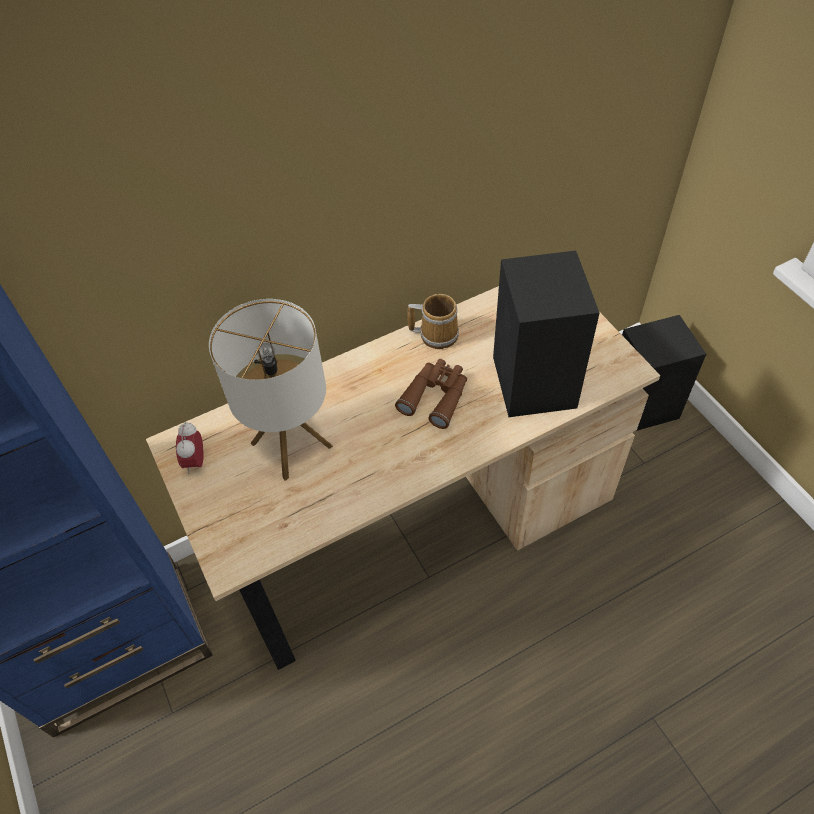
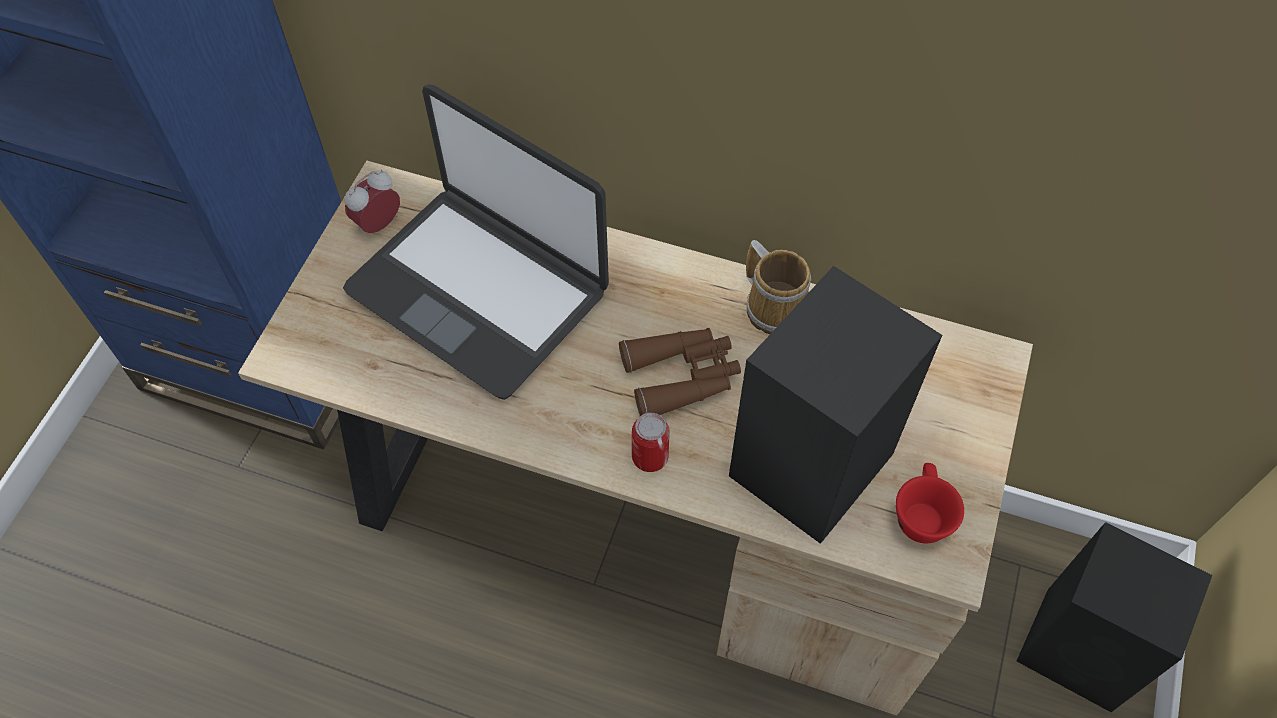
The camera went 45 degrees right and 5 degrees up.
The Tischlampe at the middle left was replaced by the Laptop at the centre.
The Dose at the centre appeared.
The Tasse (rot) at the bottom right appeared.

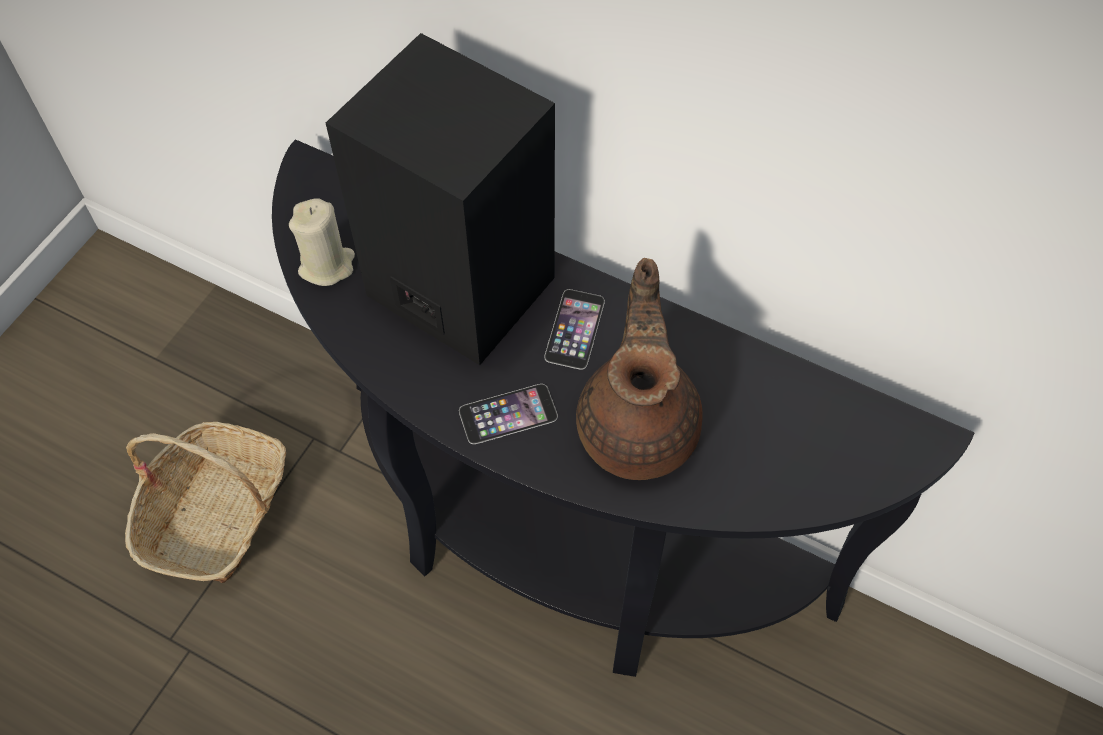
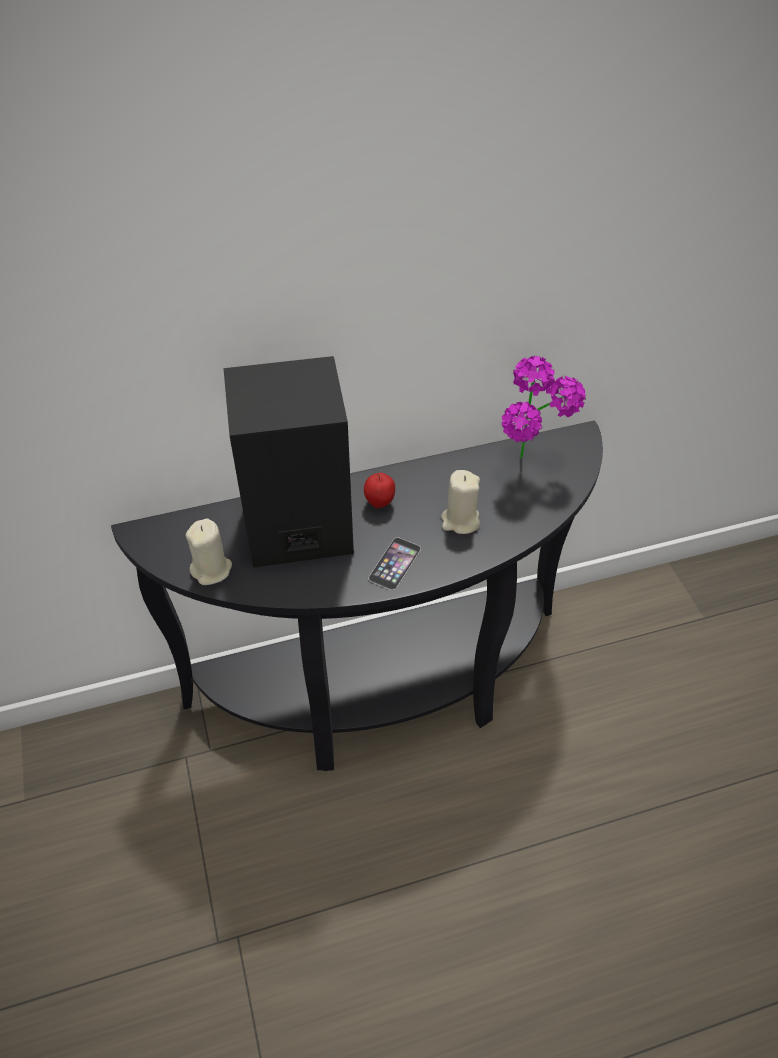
The camera went 45 degrees left and 10 degrees down.
The Teekanne (braun) at the centre was replaced by the Kerze (beige) (2nd from left) at the centre.
The Handy (2nd from left) at the centre was replaced by the Apfel at the centre.
The Korb at the bottom left disappeared.
The Topfpflanze at the middle right appeared.

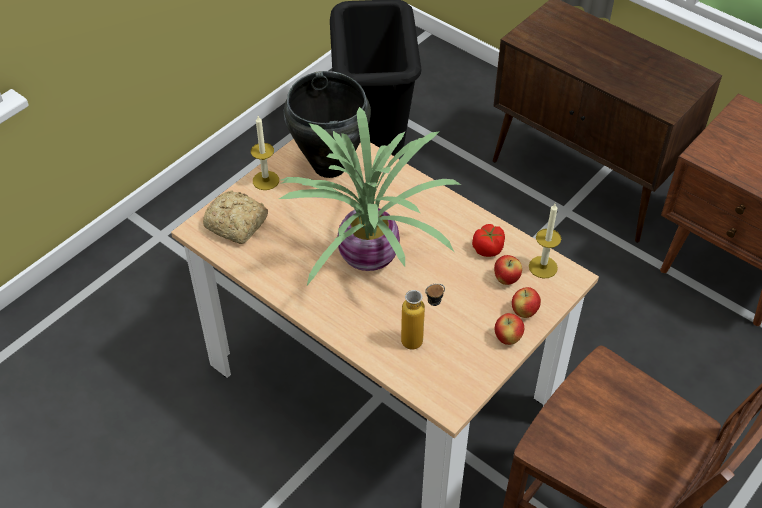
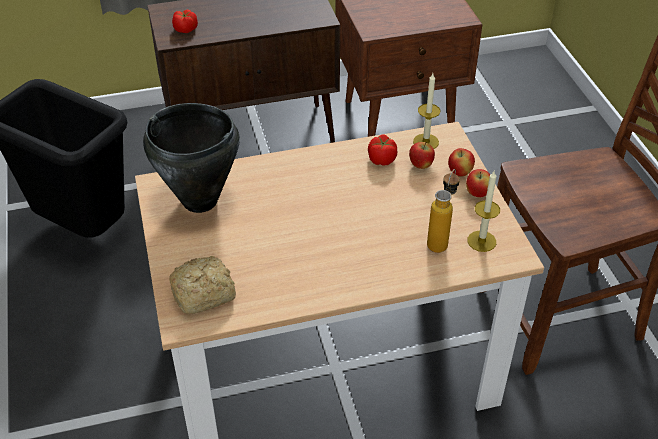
The camera went 55 degrees left and 5 degrees down.
The Topfpflanze at the centre disappeared.
The Kerze (1st from left in the first image) moved from the top centre to the middle right.
The Tomate (1st from left) at the top left appeared.

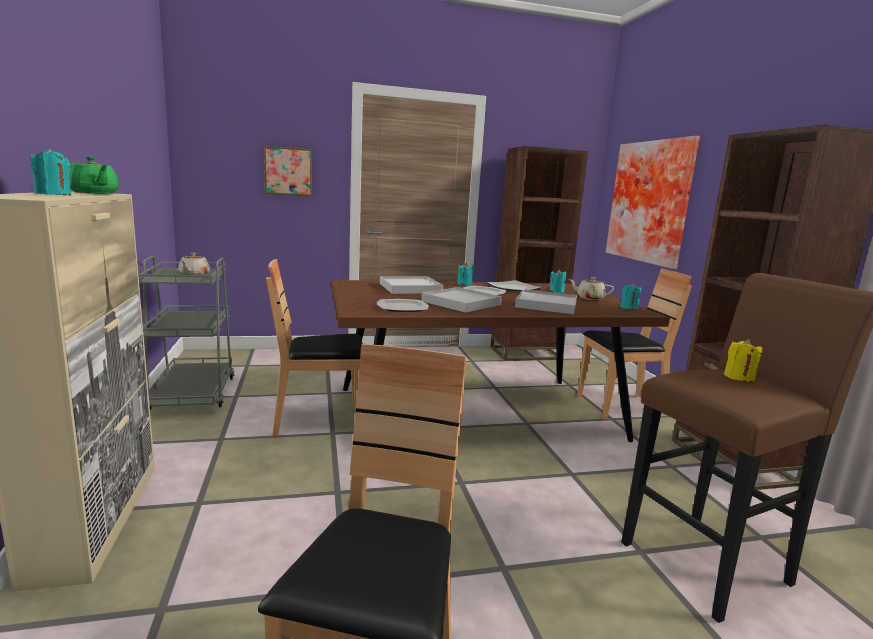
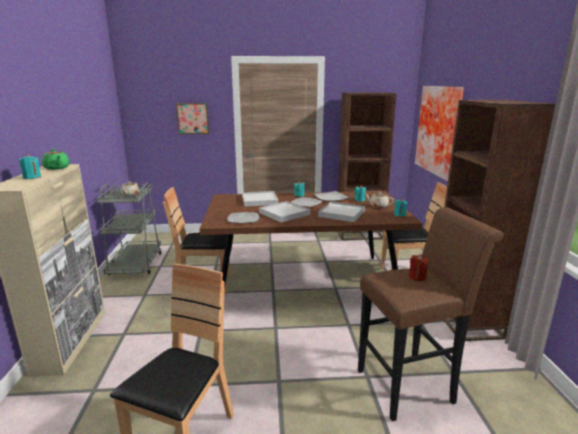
The camera went 10 degrees right and 5 degrees up.
The Kerze (gelb) at the middle right became the Kerze (rot) at the middle right.

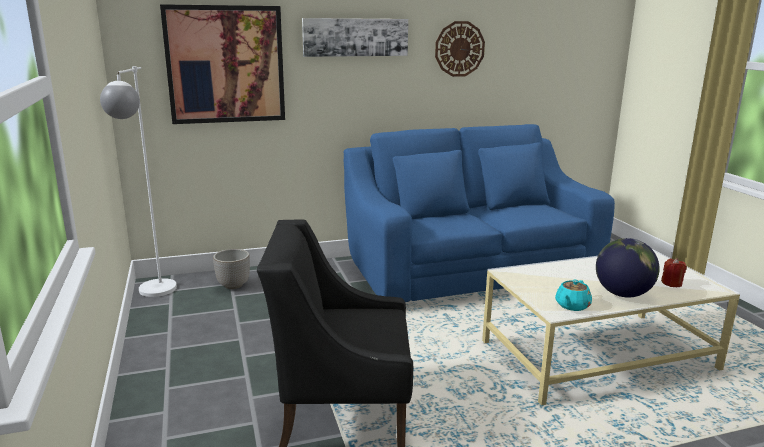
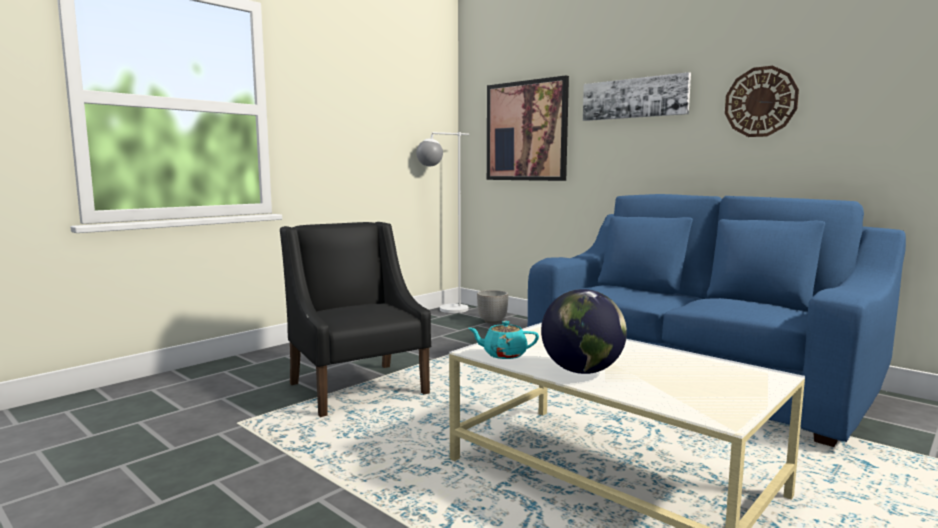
The camera went 60 degrees right and 10 degrees down.
The Kerze (rot) at the middle right disappeared.

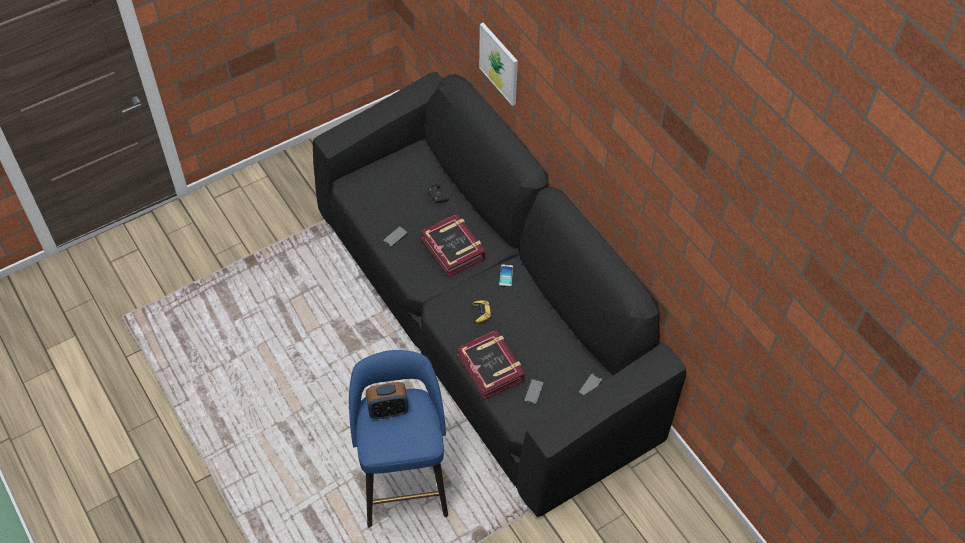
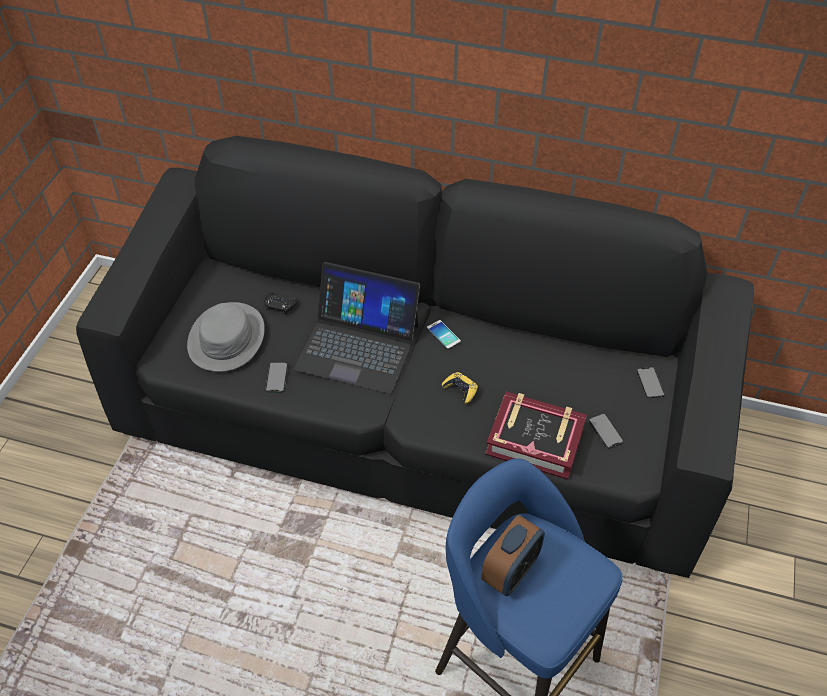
The camera went 40 degrees left and 5 degrees down.
The Bild at the top centre disappeared.
The Buch (1st from left) at the centre was replaced by the Laptop at the centre.
The Hut (grau) at the middle left appeared.

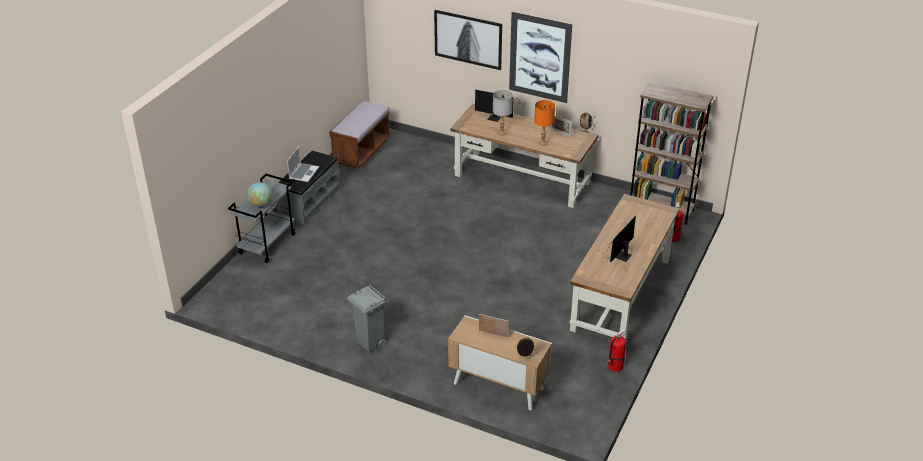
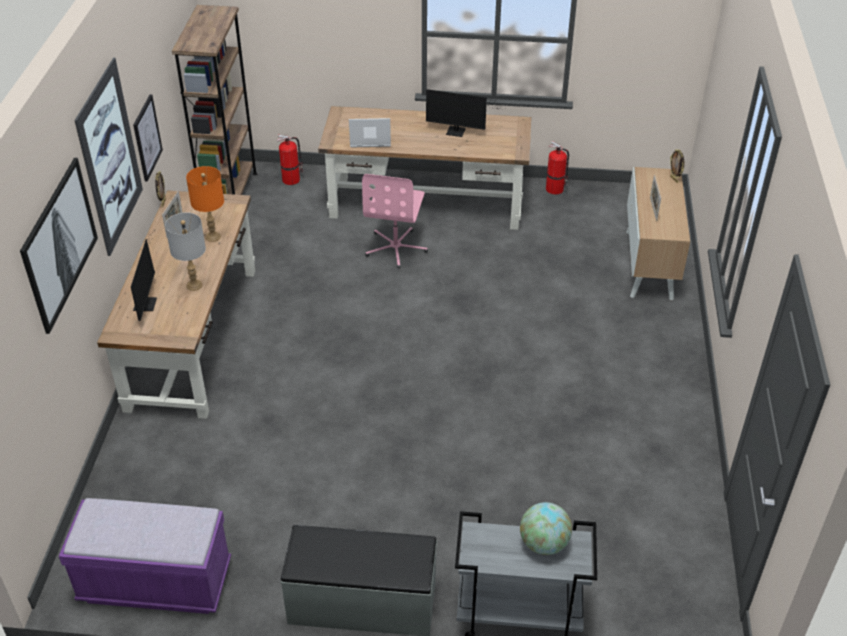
The camera went 110 degrees left and 5 degrees up.
The Bank (braun) at the top centre became the Bank (lila) at the bottom left.
The Laptop moved from the middle left to the top centre.
The Mülleimer (grau) at the bottom centre disappeared.
The Bild (3rd from left) at the top left appeared.
The Bürostuhl (rosa) at the centre appeared.

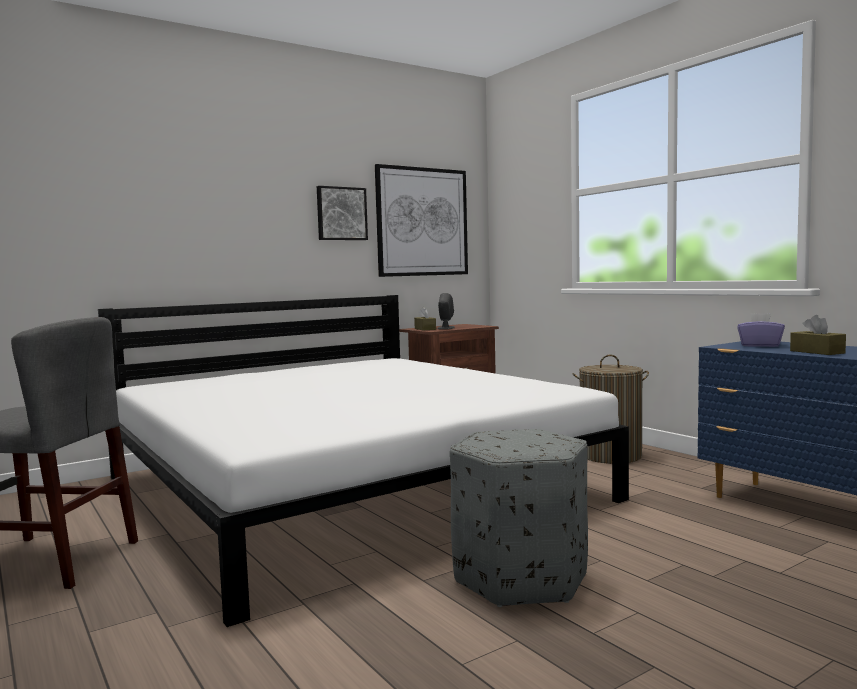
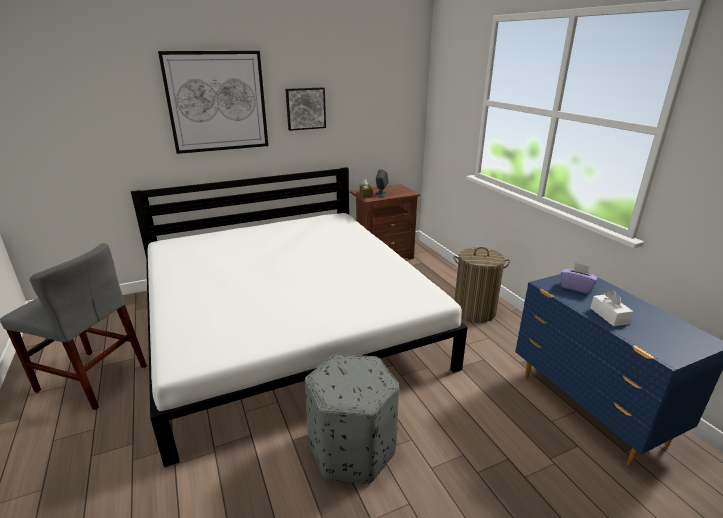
The camera went 10 degrees right and 20 degrees up.
The Bild (2nd from left in the first image) moved from the top centre to the top left.
The Taschentuchbox (braun) (2nd from left) at the middle right became the Taschentuchbox (weiß) at the middle right.

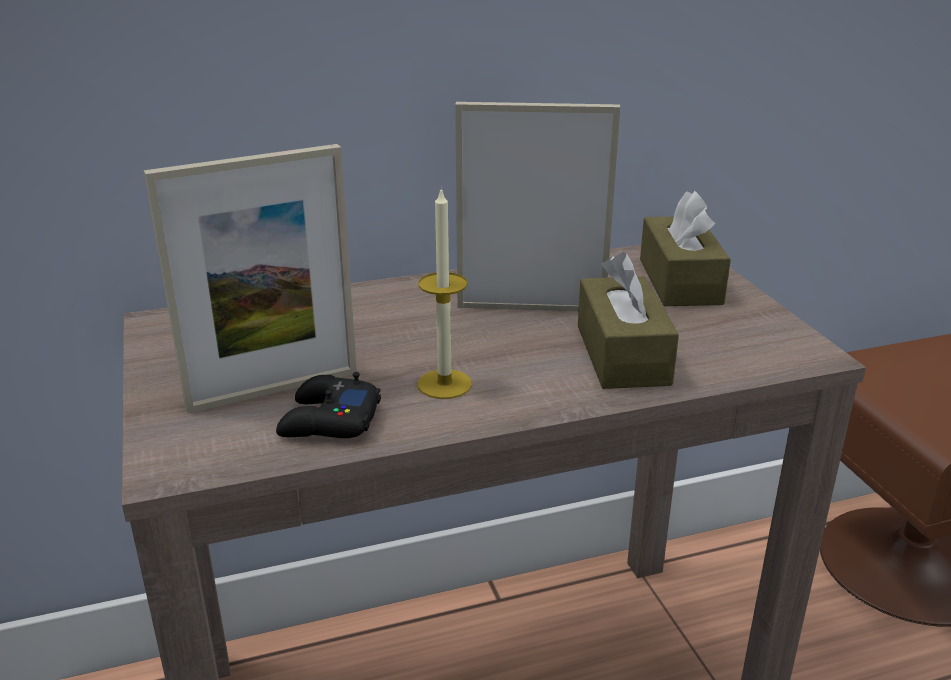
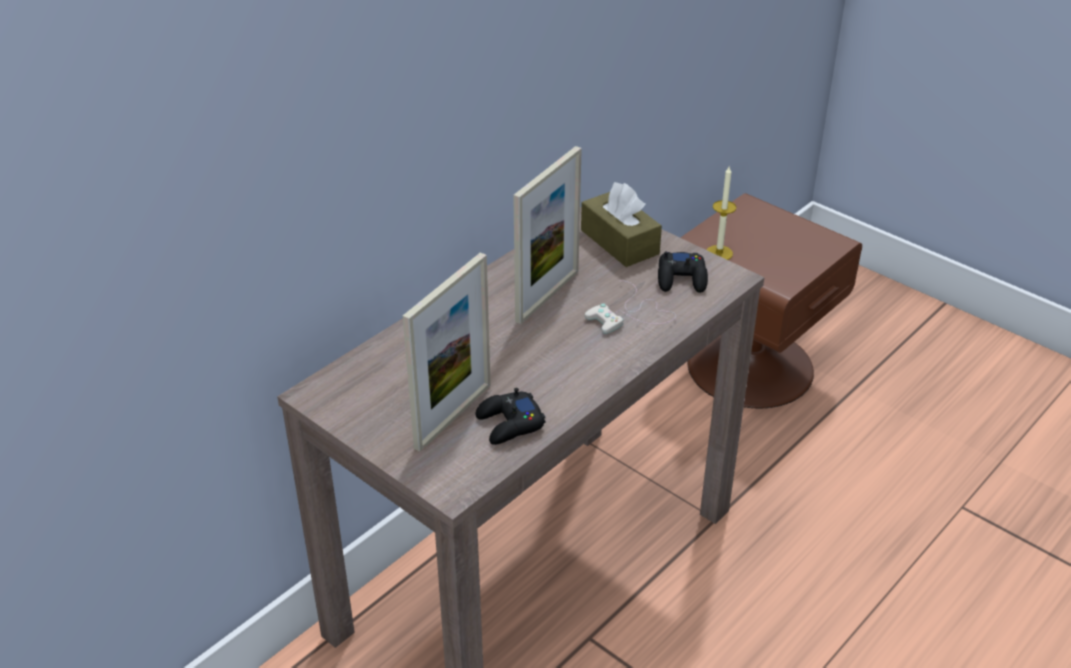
The camera went 30 degrees left and 10 degrees up.
The Bilderrahmen (2nd from left) at the top centre turned 150 degrees clockwise.
The Kerze moved from the centre to the top right.
The Taschentuchbox (braun) (1st from left) at the centre was replaced by the Gamepad (weiß) at the centre.
The Gamepad (schwarz) (2nd from left) at the centre appeared.

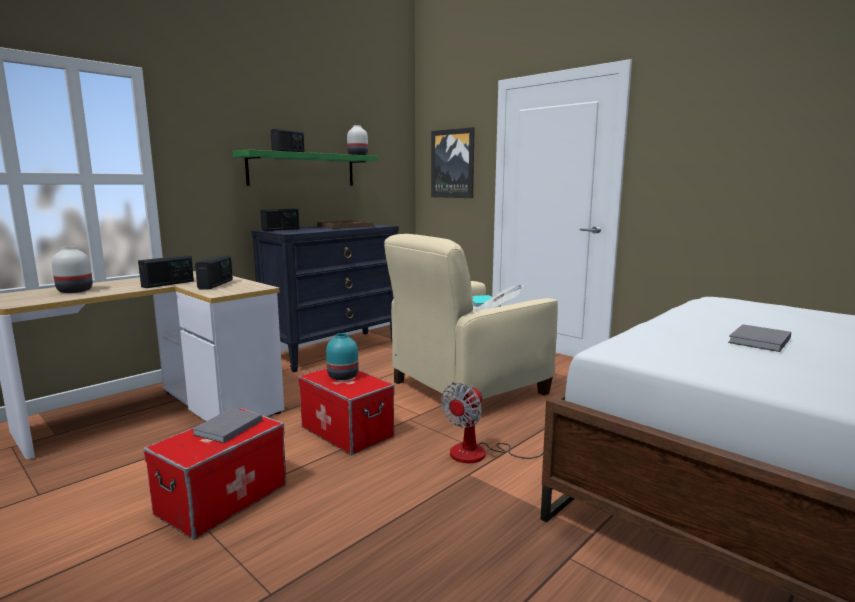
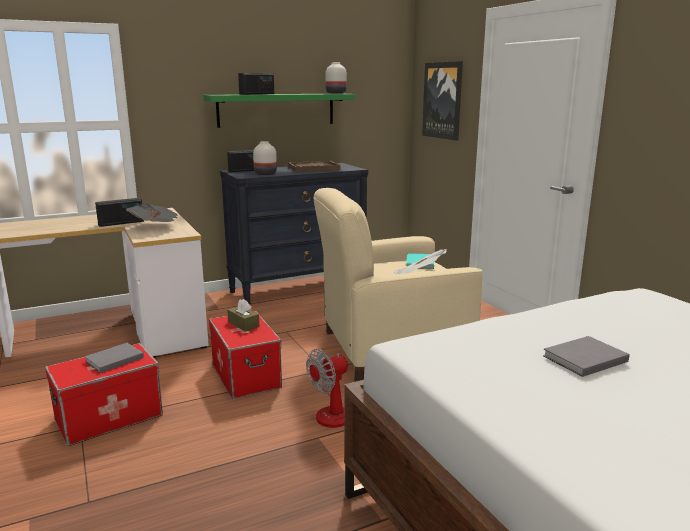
The camera went 20 degrees right and 5 degrees up.
The Vase (weiß) (1st from left) moved from the middle left to the top centre.
The Radio (2nd from left) at the middle left was replaced by the Zeitung (1st from left) at the middle left.
The Vase (türkis) at the centre was replaced by the Taschentuchbox (braun) at the centre.

